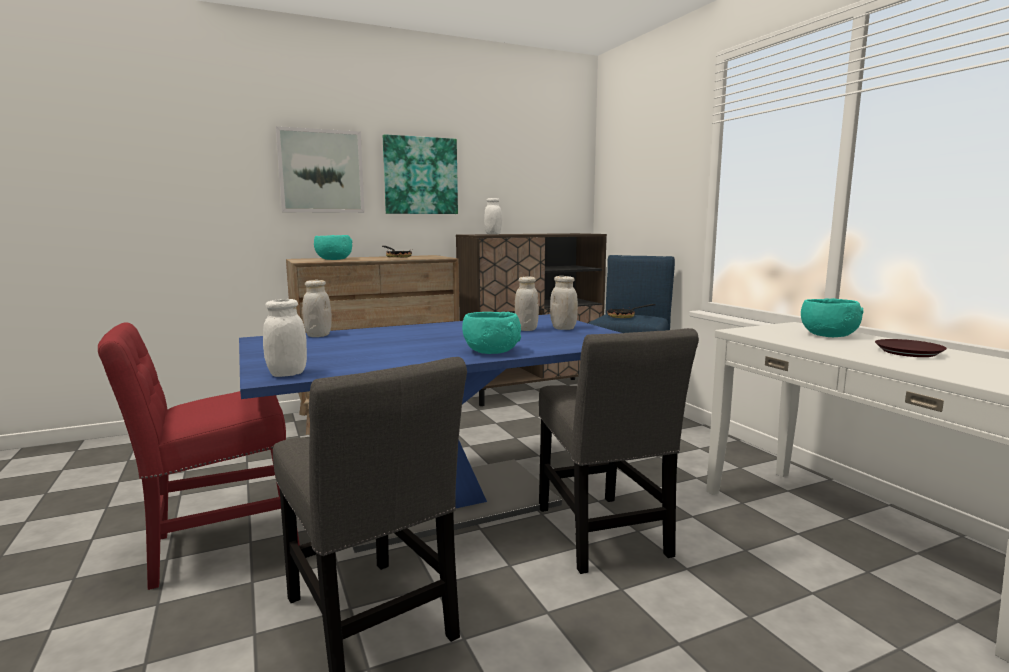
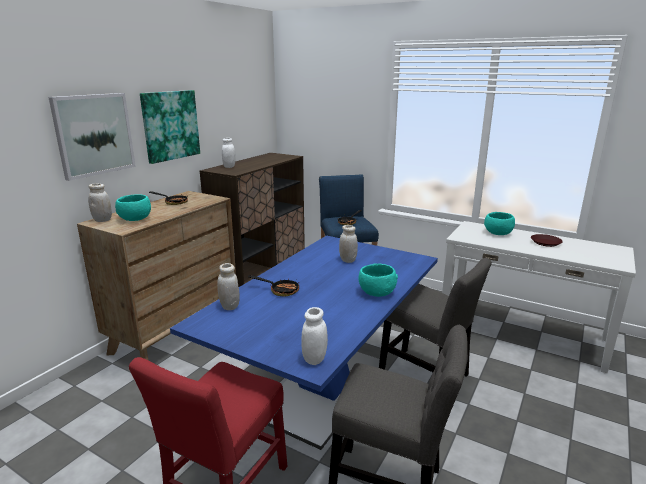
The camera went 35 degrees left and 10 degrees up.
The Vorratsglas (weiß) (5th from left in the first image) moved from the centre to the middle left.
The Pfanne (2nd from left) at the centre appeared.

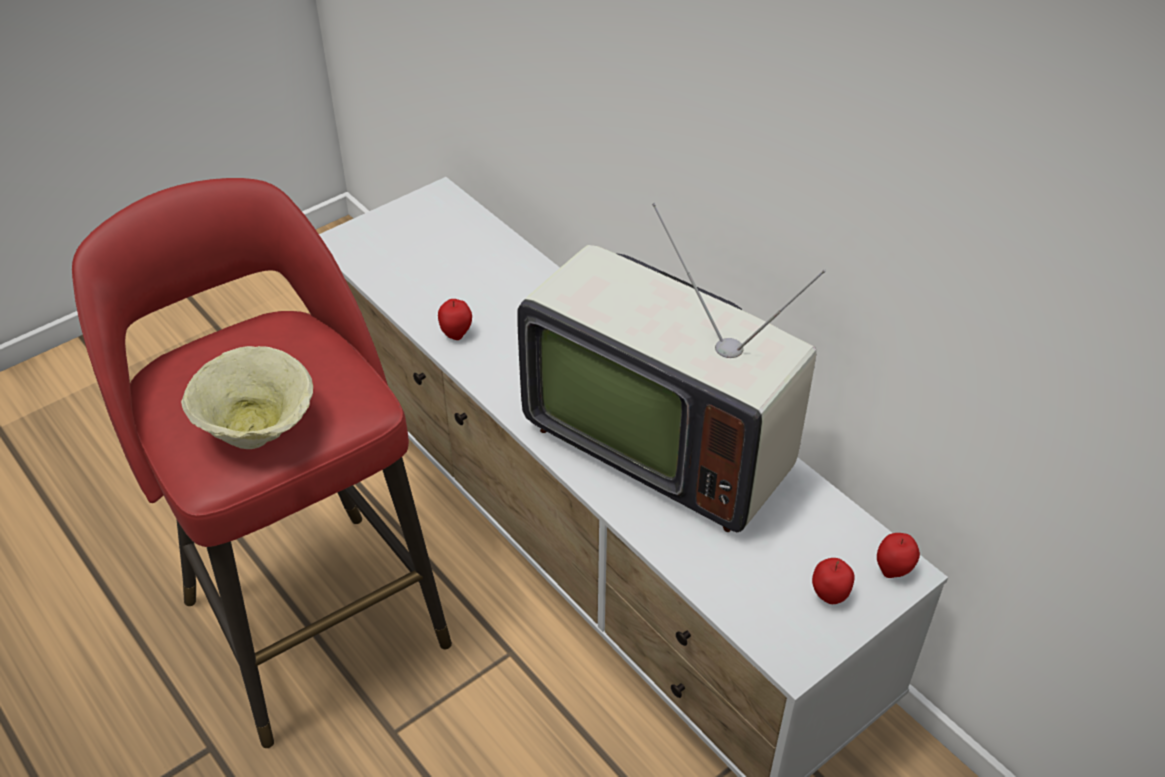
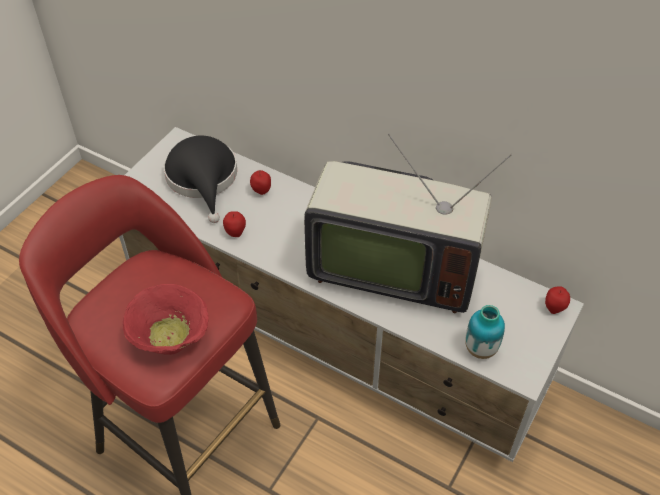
The camera went 20 degrees left and 5 degrees up.
The Schüssel (beige) at the middle left became the Schüssel (rot) at the middle left.
The Apfel (2nd from left) moved from the bottom right to the centre.
The Hut (schwarz) at the middle left appeared.
The Vase at the bottom right appeared.

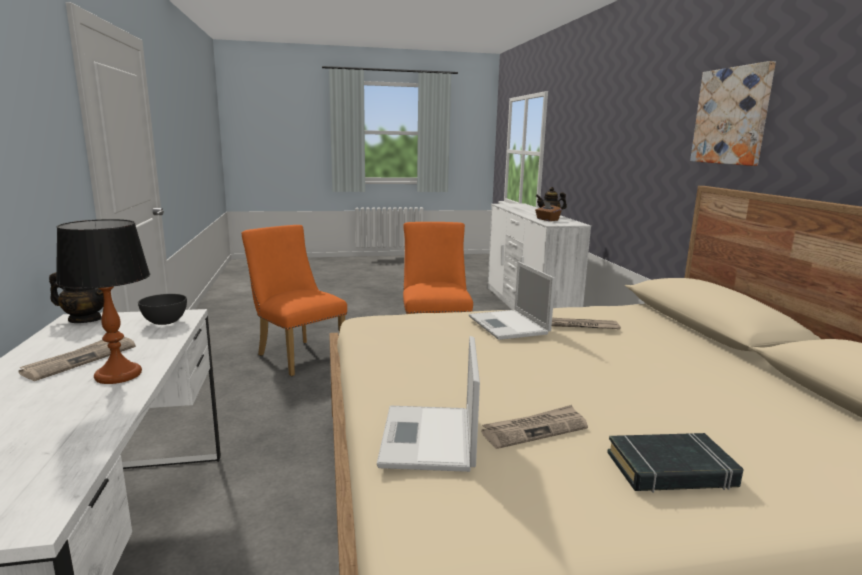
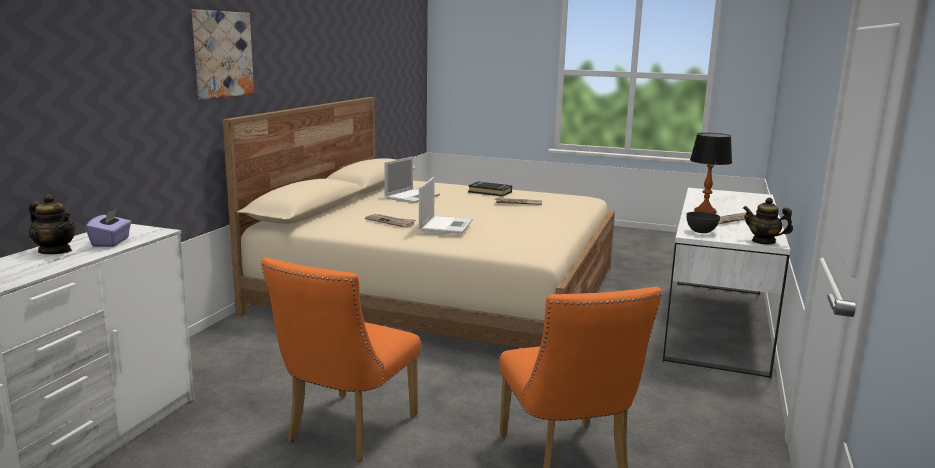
The camera went 150 degrees left and 0 degrees up.
The Taschentuchbox (braun) at the centre became the Taschentuchbox (lila) at the middle left.
The Laptop (1st from left) moved from the bottom centre to the centre.

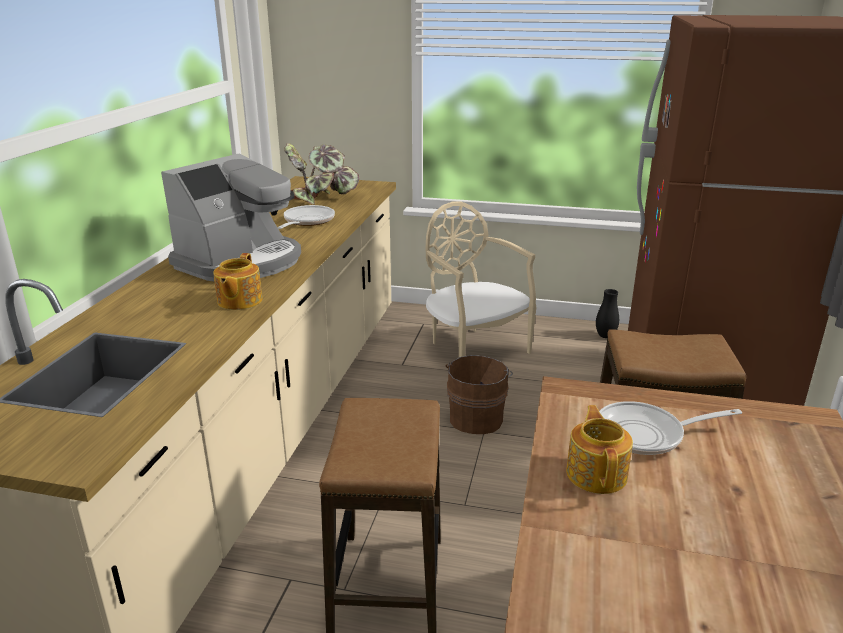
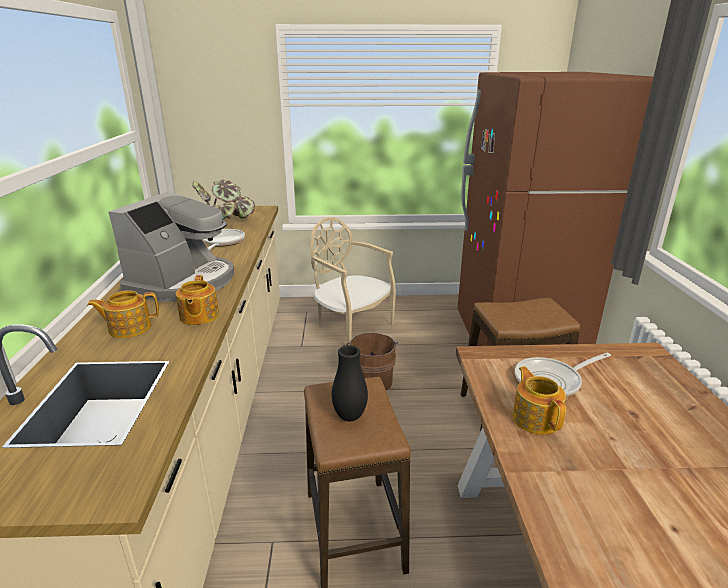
The camera went 15 degrees left and 0 degrees up.
The Vase (schwarz) moved from the middle right to the centre.
The Teekanne (1st from left) at the middle left appeared.

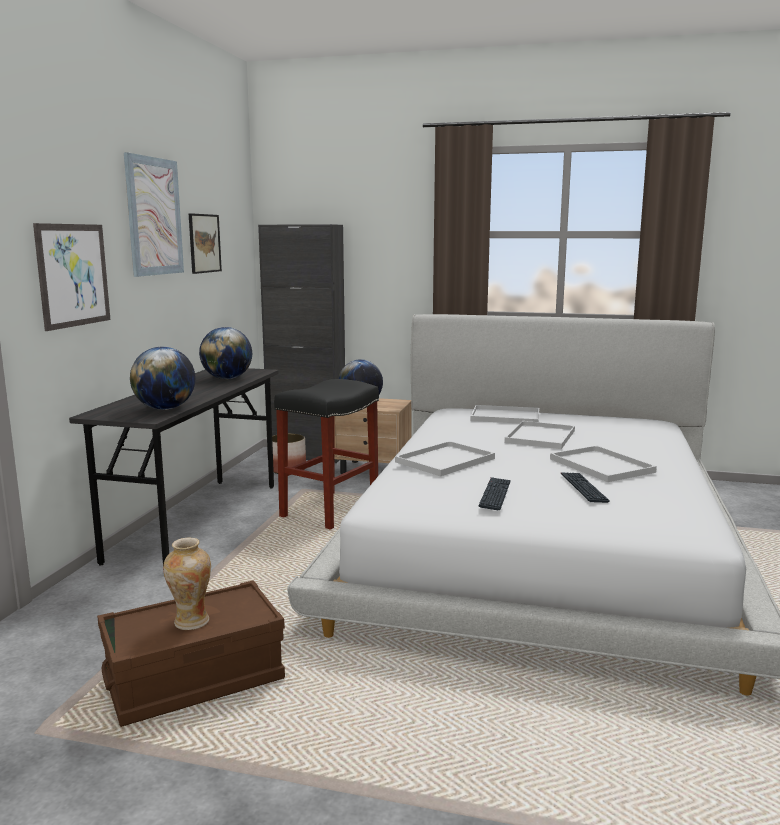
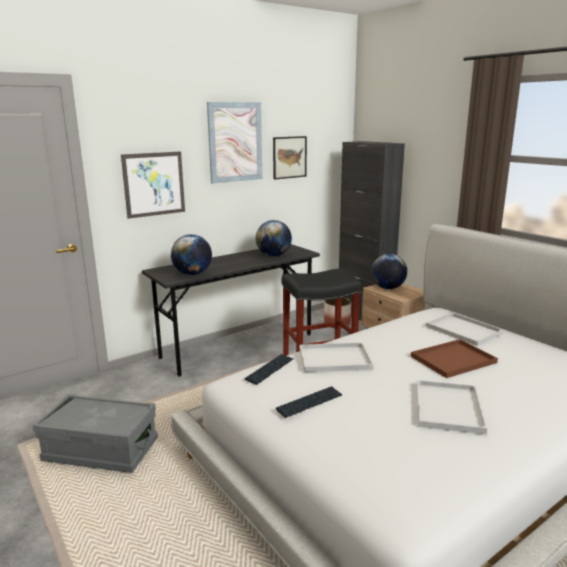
The camera went 40 degrees right and 5 degrees up.
The Tablett (weiß) (3rd from left) at the middle right became the Tablett (braun) at the middle right.
The Tastatur (2nd from left in the first image) moved from the middle right to the centre.
The Vase at the bottom left disappeared.
The Aufbewahrungsbox (braun) at the bottom left became the Aufbewahrungsbox (grau) at the bottom left.

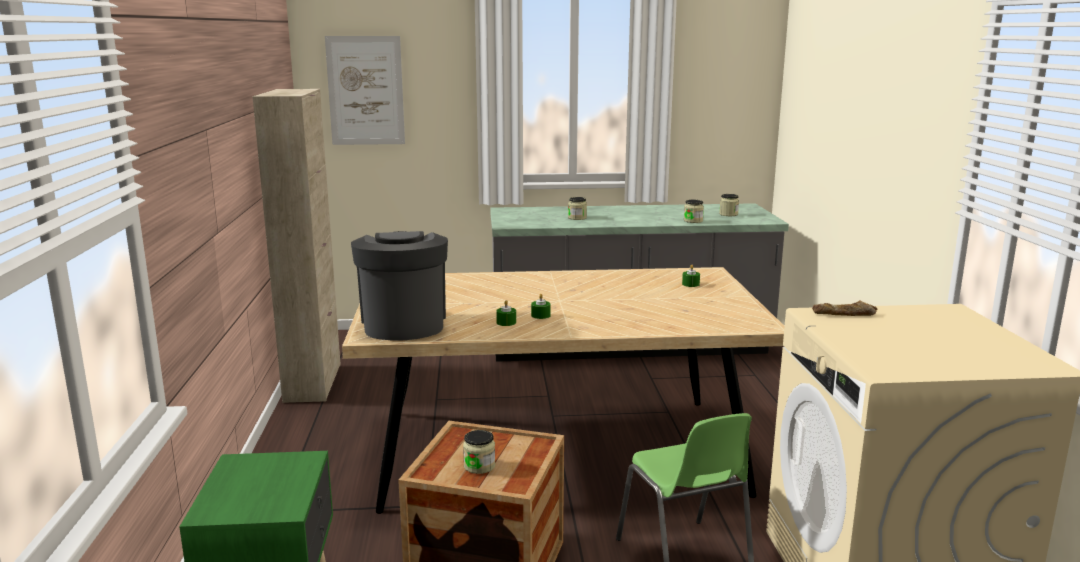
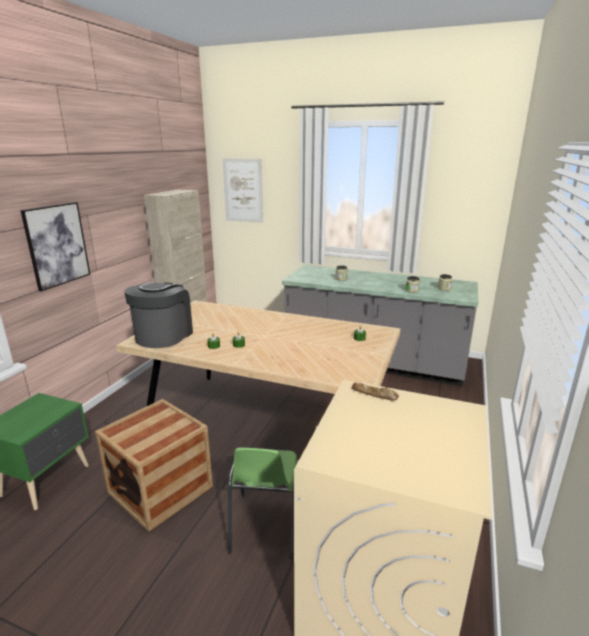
The camera went 25 degrees right and 5 degrees up.
The Vorratsglas (1st from left) at the bottom centre disappeared.
The Bild (1st from left) at the middle left appeared.

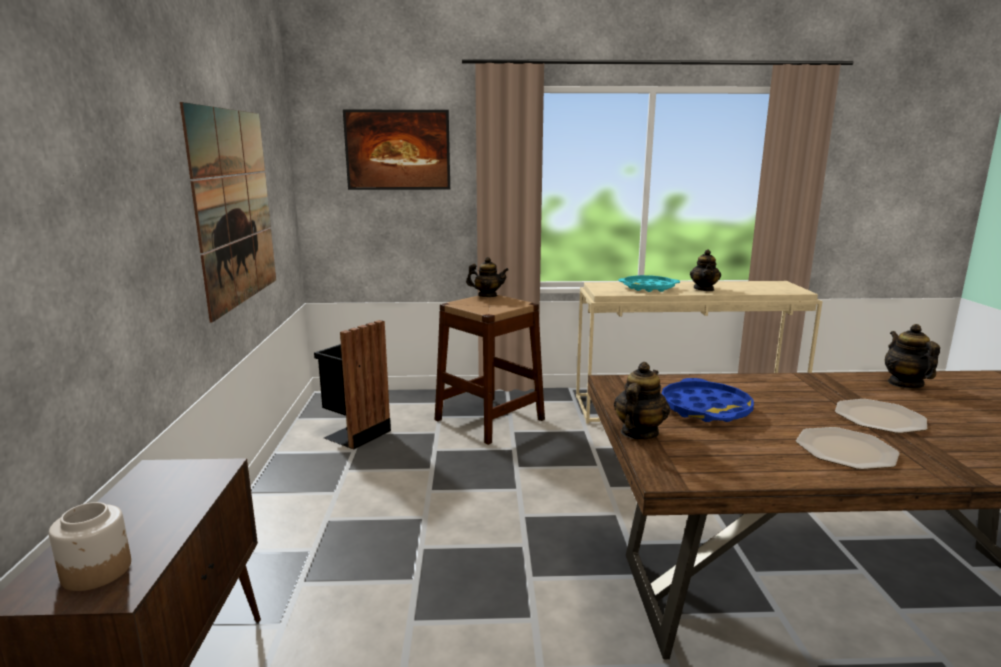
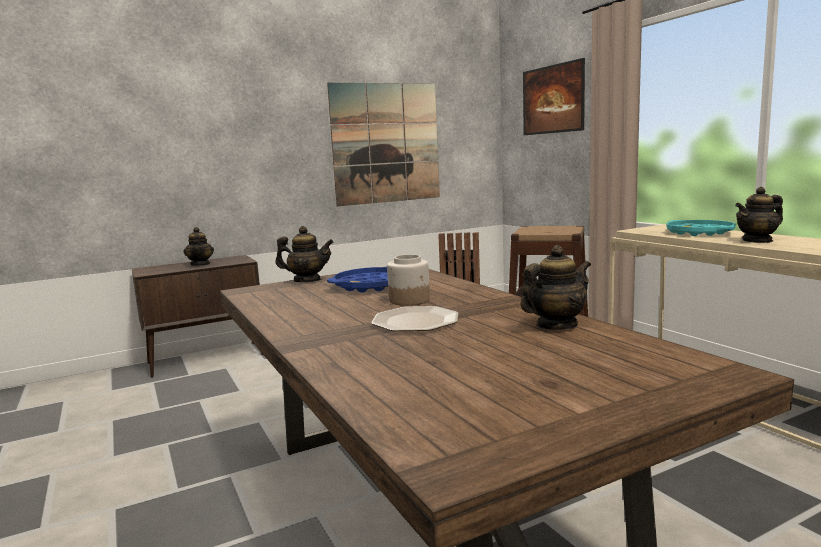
The camera went 65 degrees right and 5 degrees down.
The Teekanne (1st from left) moved from the centre to the middle left.
The Teller (1st from left) at the bottom right disappeared.
The Vorratsglas moved from the bottom left to the centre.

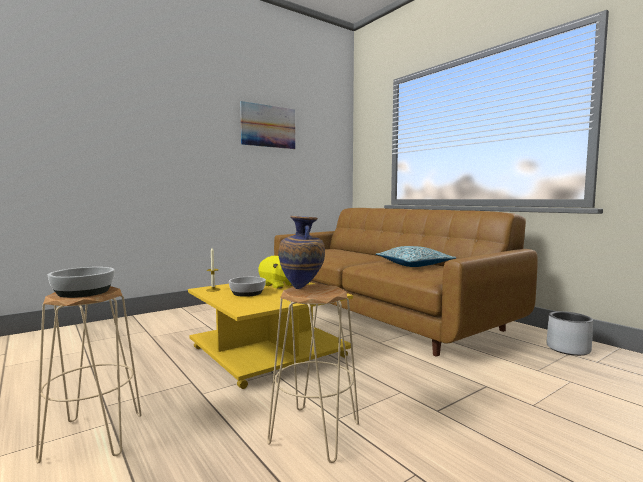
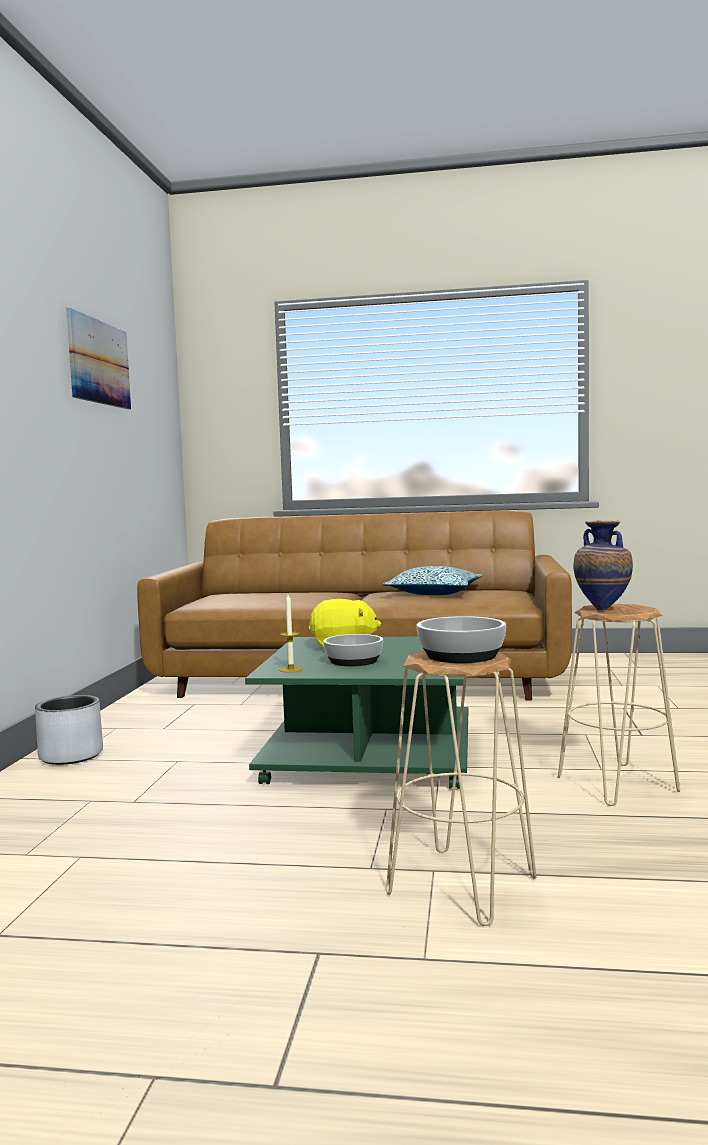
The camera went 45 degrees left and 0 degrees up.
The Couchtisch (gelb) at the bottom centre became the Couchtisch (grün) at the centre.
The Pflanzkübel (grau) moved from the bottom right to the middle left.

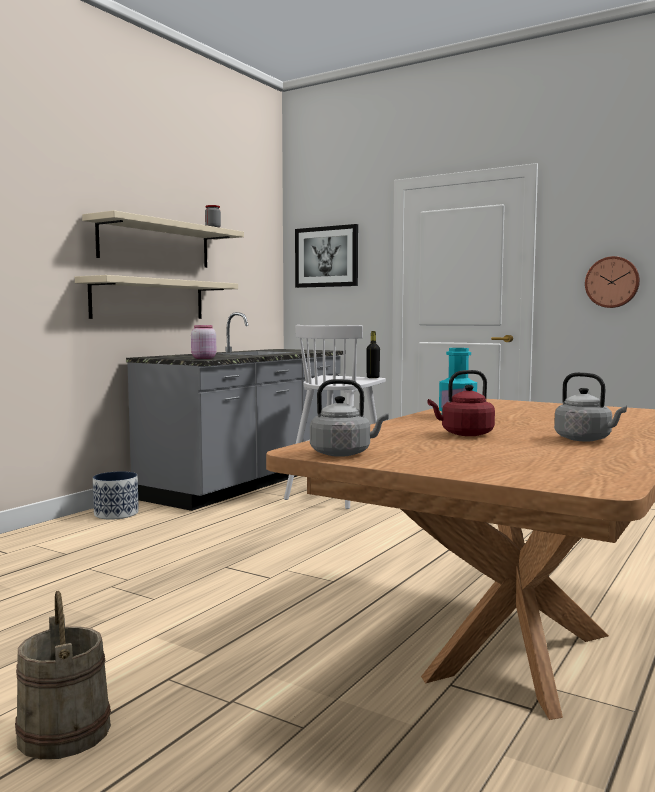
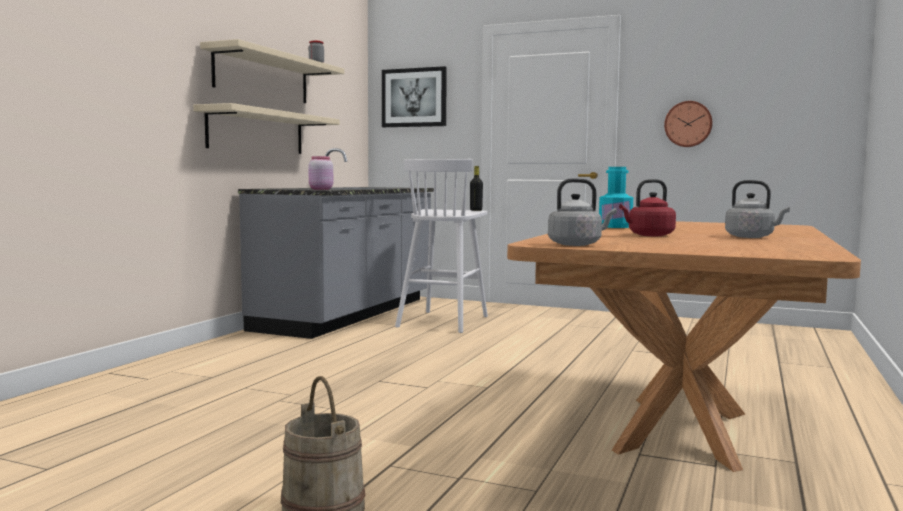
The camera went 10 degrees left and 0 degrees up.
The Pflanzkübel at the middle left disappeared.

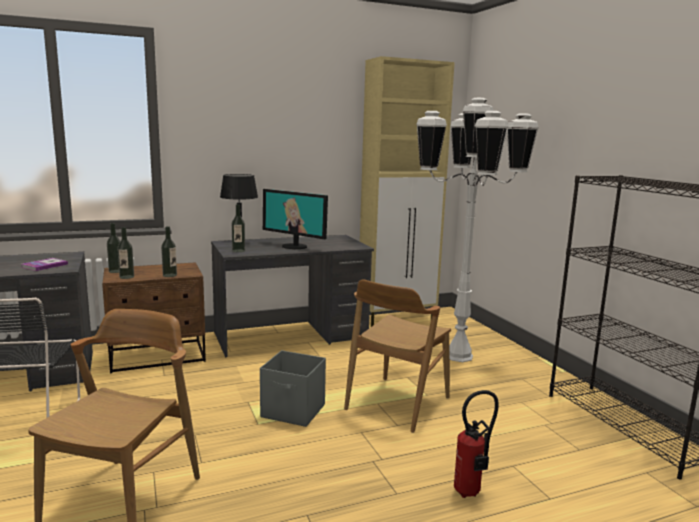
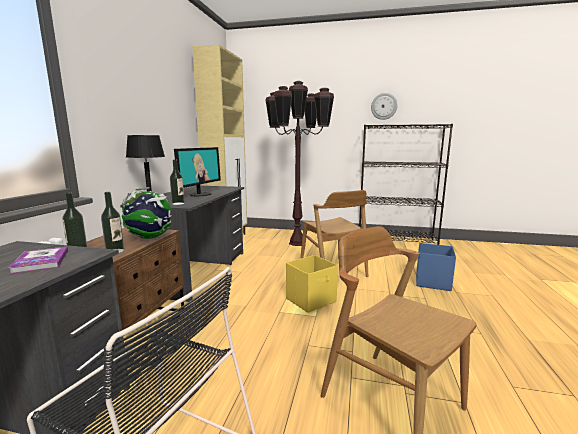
The camera went 55 degrees left and 0 degrees up.
The Stehlampe (weiß) at the middle right became the Stehlampe (braun) at the centre.
The Monitor at the centre turned 45 degrees counterclockwise.
The Flasche (3rd from left) at the middle left was replaced by the Globus at the middle left.
The Aufbewahrungsbox (grau) at the bottom centre became the Aufbewahrungsbox (gelb) at the centre.
The Feuerlöscher at the bottom right was replaced by the Aufbewahrungsbox (blau) at the middle right.
The Wanduhr at the top centre appeared.

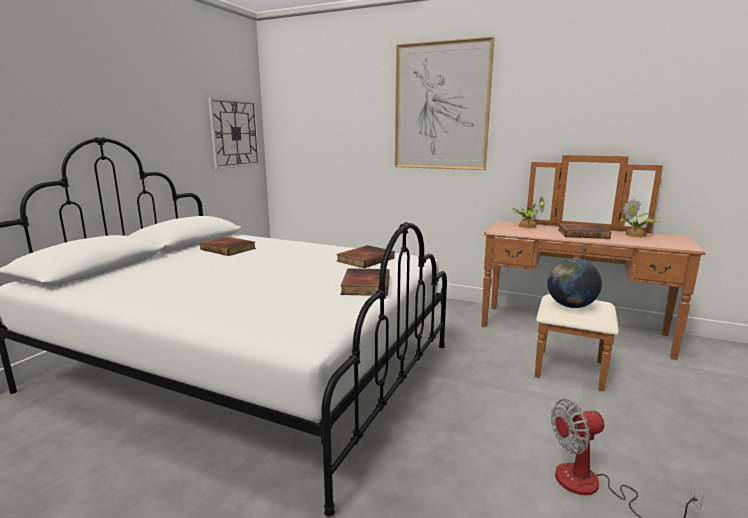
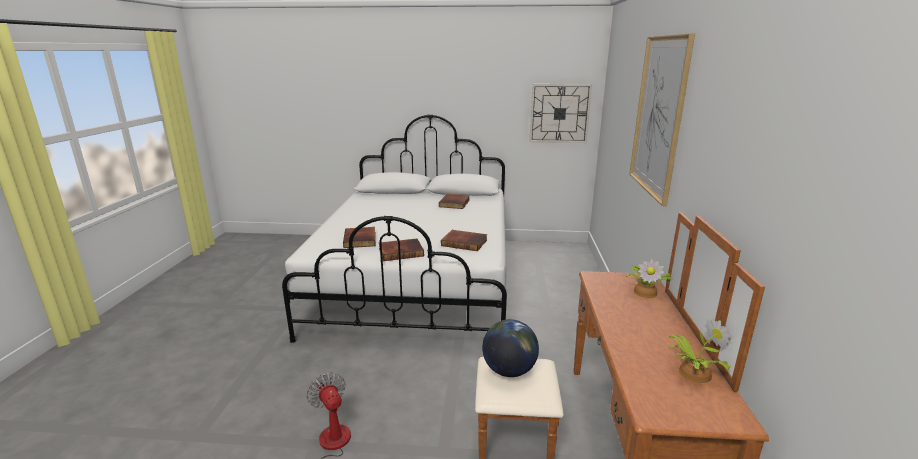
The camera went 70 degrees right and 5 degrees up.
The Buch (4th from left in the first image) moved from the middle right to the centre.

